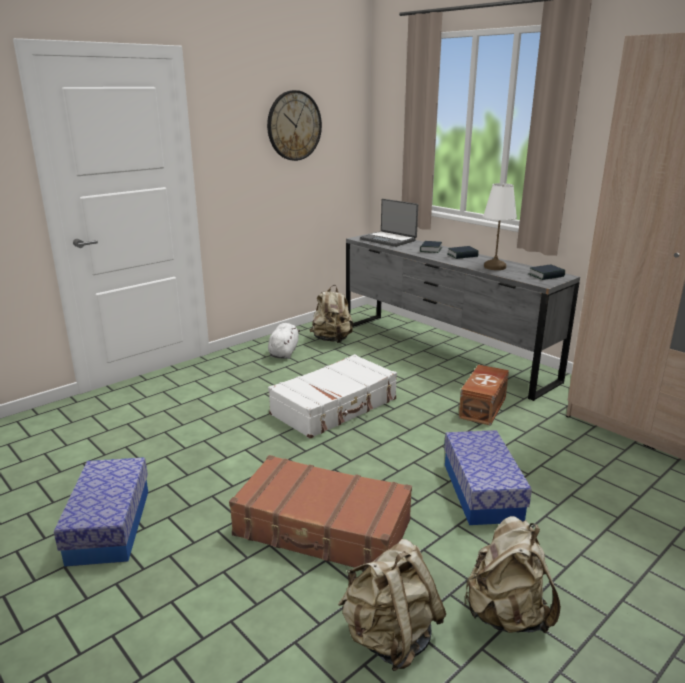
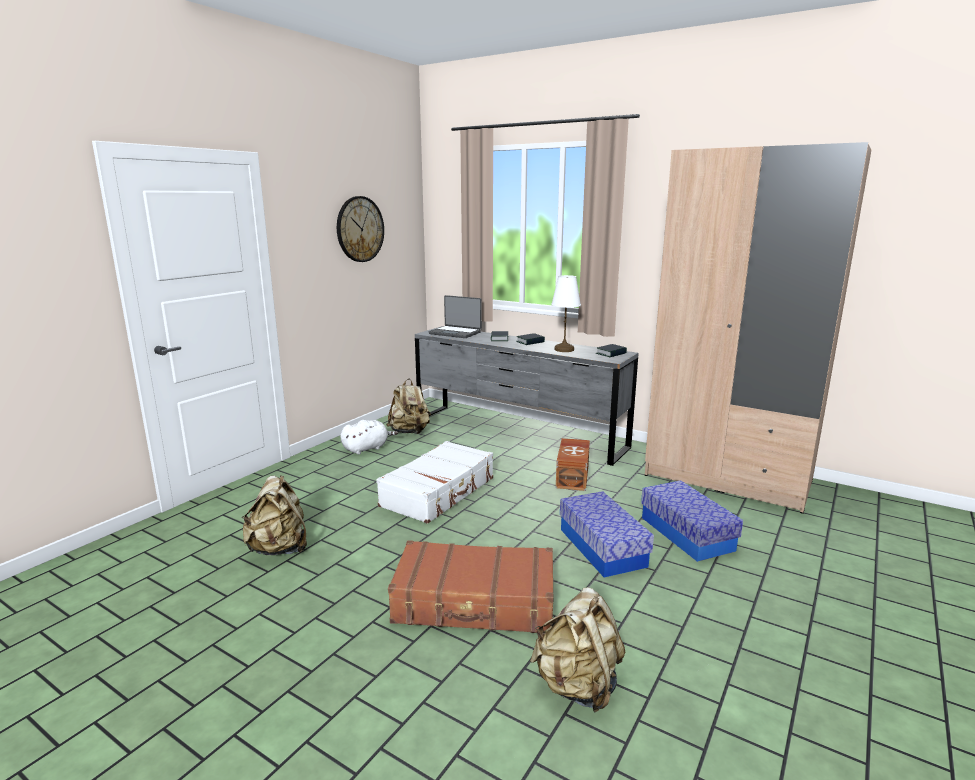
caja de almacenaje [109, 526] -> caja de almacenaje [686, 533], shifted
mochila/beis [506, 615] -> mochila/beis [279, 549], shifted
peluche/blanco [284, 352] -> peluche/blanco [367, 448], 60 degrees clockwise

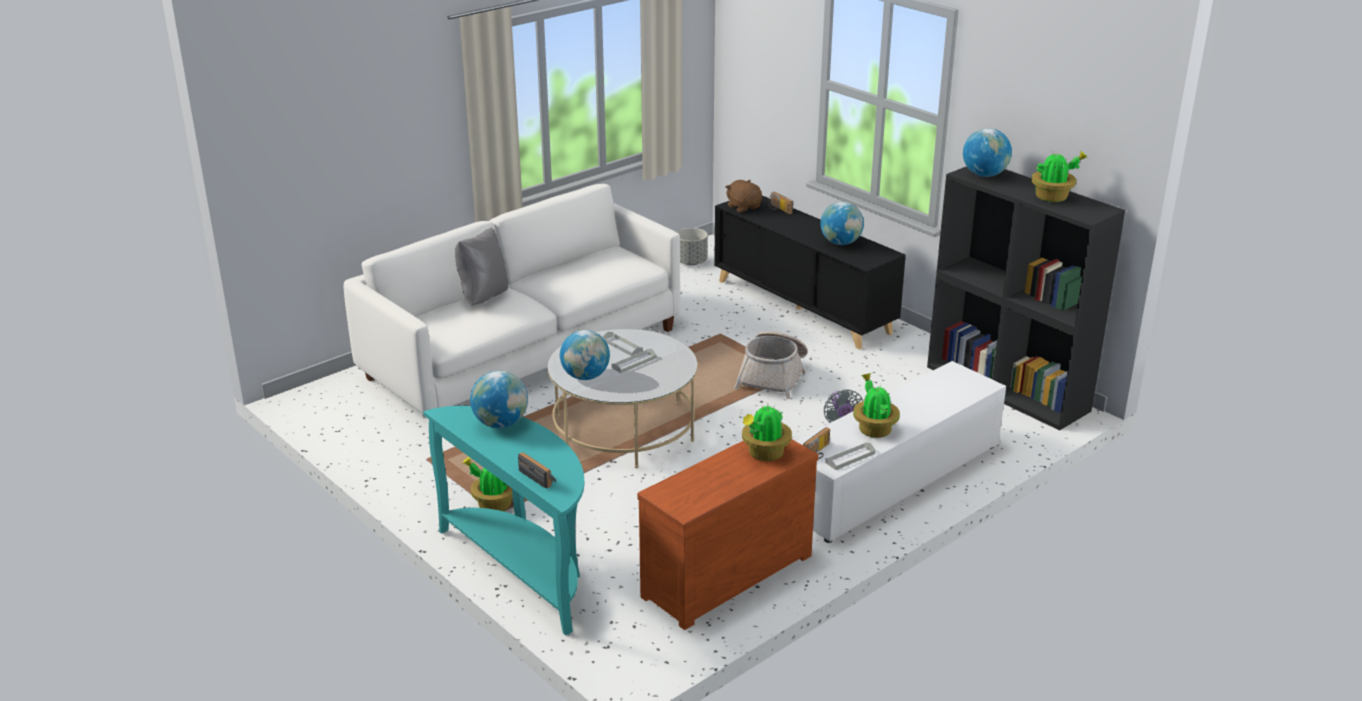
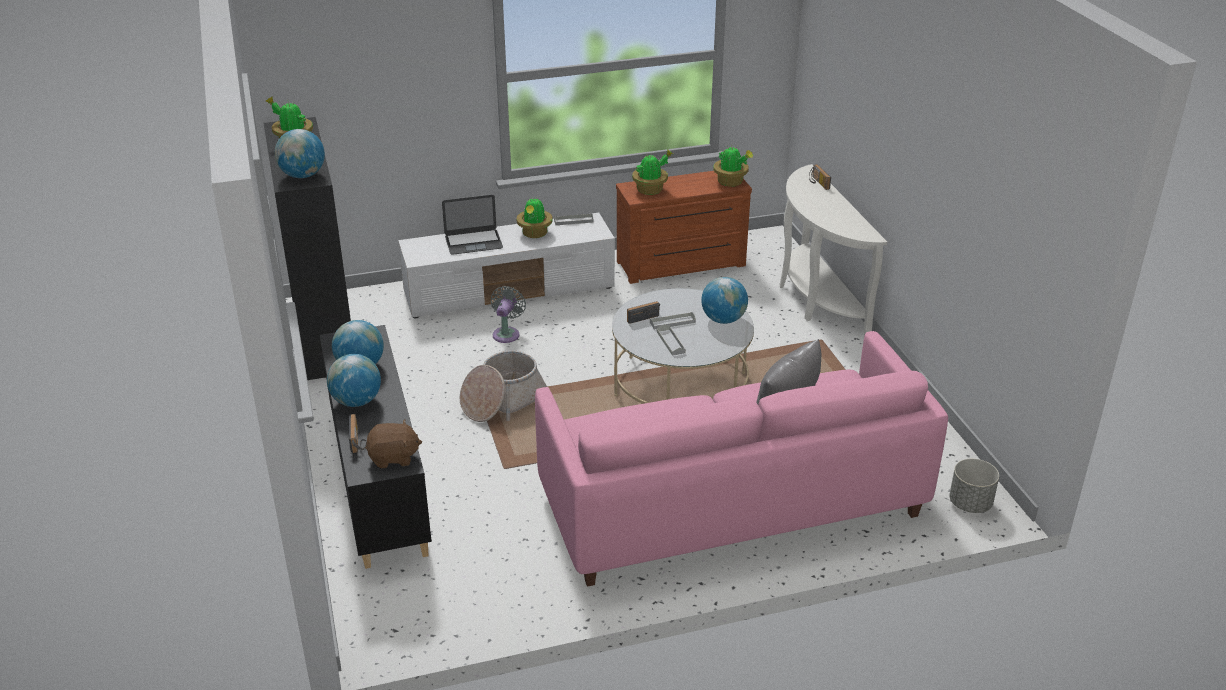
none -> portátil [473, 242]
planta en maceta [493, 504] -> planta en maceta [731, 182], shifted
globo terráqueo [501, 424] -> globo terráqueo [356, 401], shifted
maceta/gris [691, 262] -> maceta/gris [970, 504], shifted
radio [818, 453] -> radio [642, 316], shifted
sofá/blanco [523, 353] -> sofá/rosa [731, 503]
mesa consola/turquesa [524, 569] -> mesa consola/blanco [815, 299]
peluche/marrón [743, 207] -> peluche/marrón [394, 458], 90 degrees counterclockwise

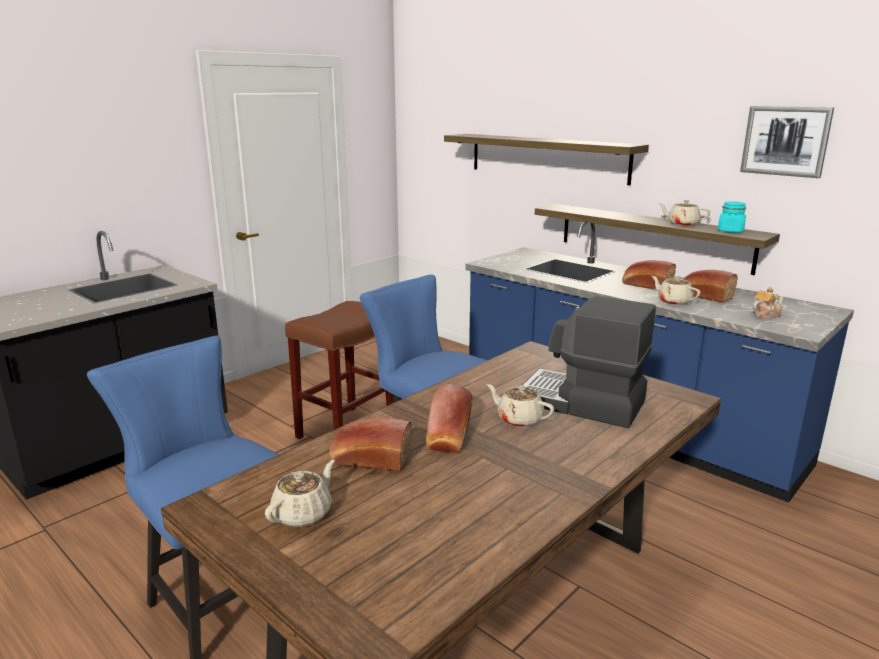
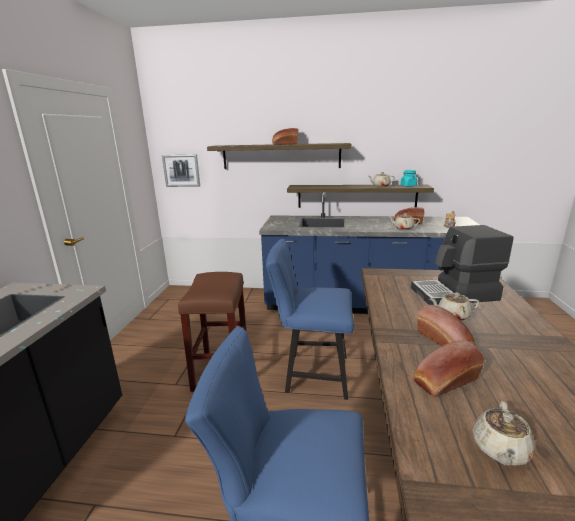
pan [645, 285] -> pan [285, 144], shifted
cuadro [785, 141] -> cuadro [181, 170], shifted
tetera/beis [303, 513] -> tetera/beis [500, 449], 150 degrees counterclockwise

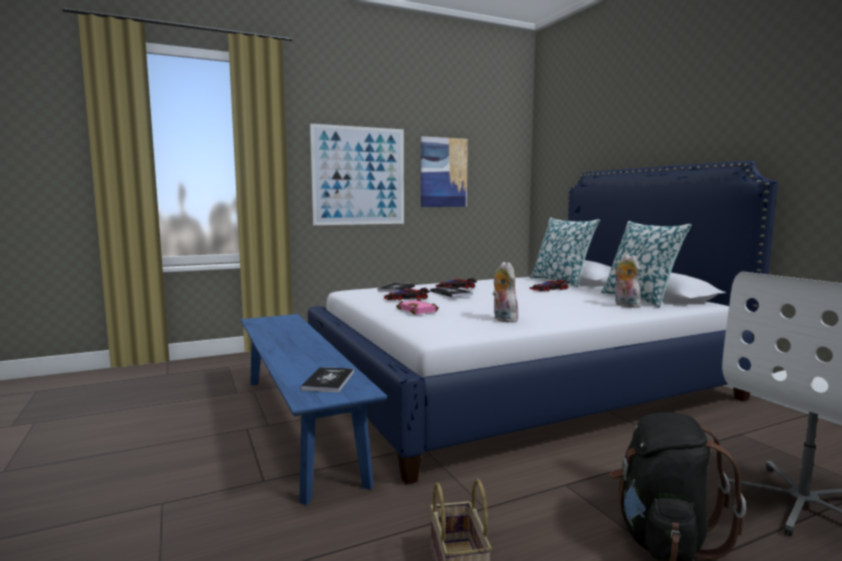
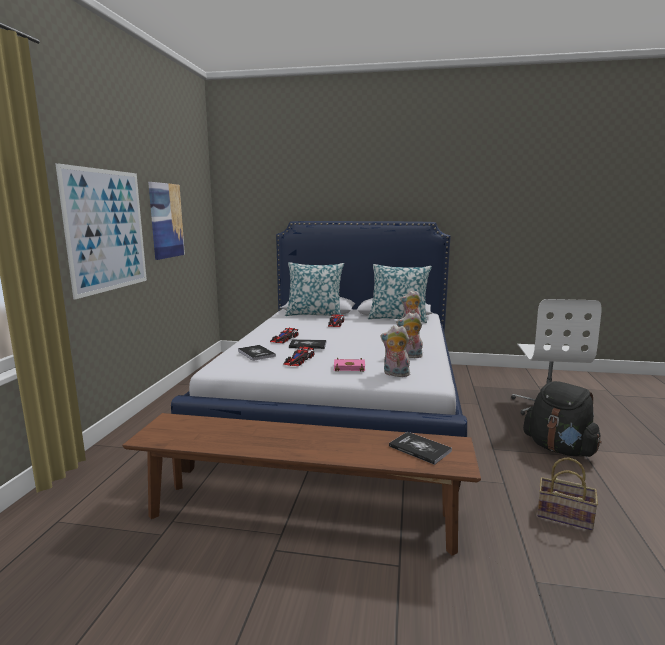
none -> peluche [395, 374]
banco/azul [299, 424] -> banco/marrón [301, 516]

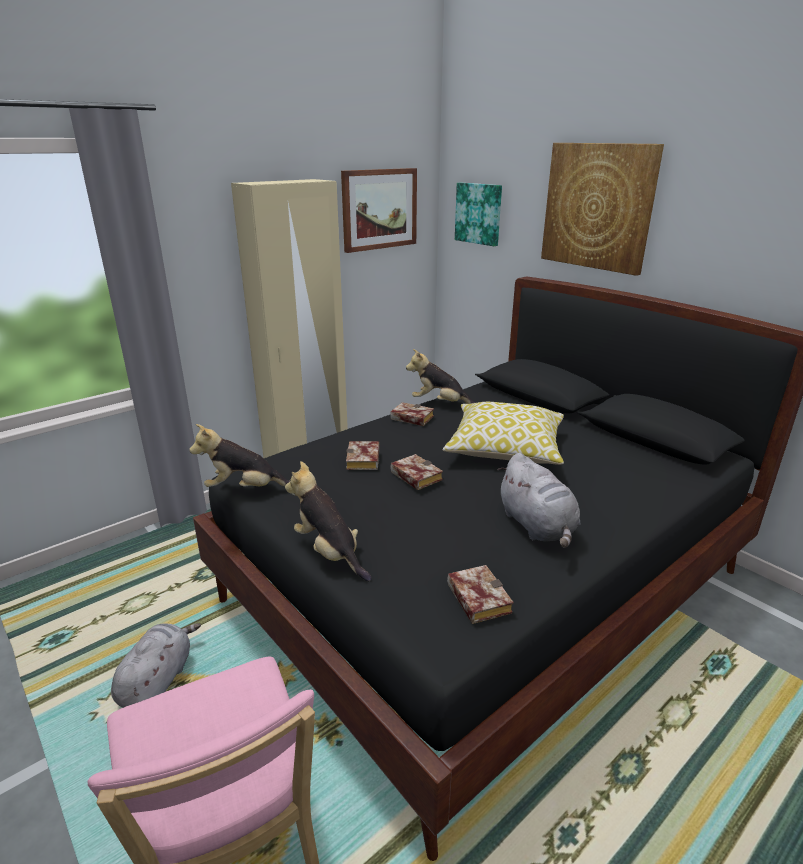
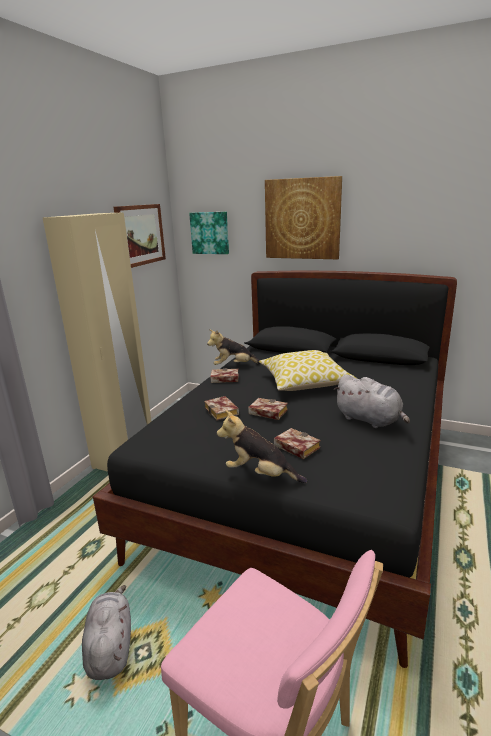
peluche [245, 489] -> none
libro [475, 598] -> libro [294, 447], shifted

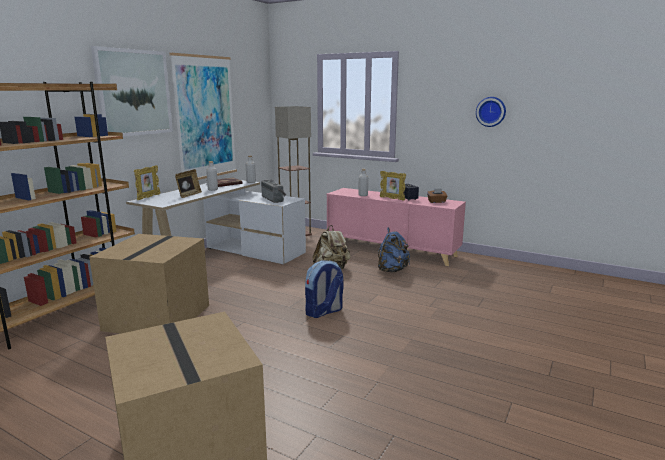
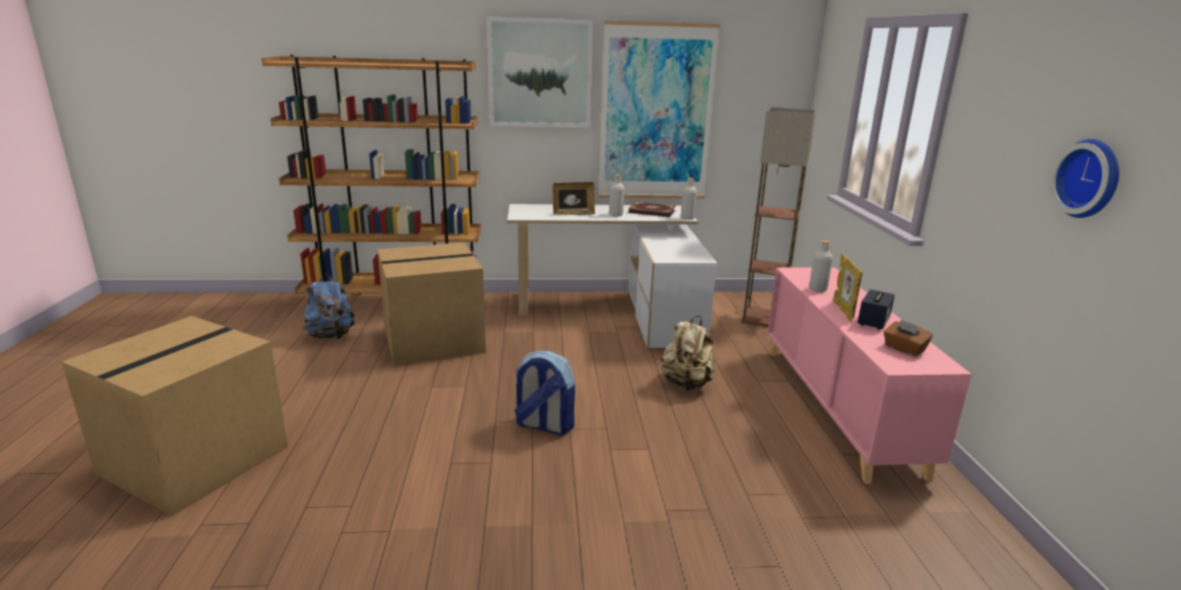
portarretratos [148, 197] -> none
radio [274, 199] -> none
mochila/azul [392, 270] -> mochila/azul [331, 336], shifted

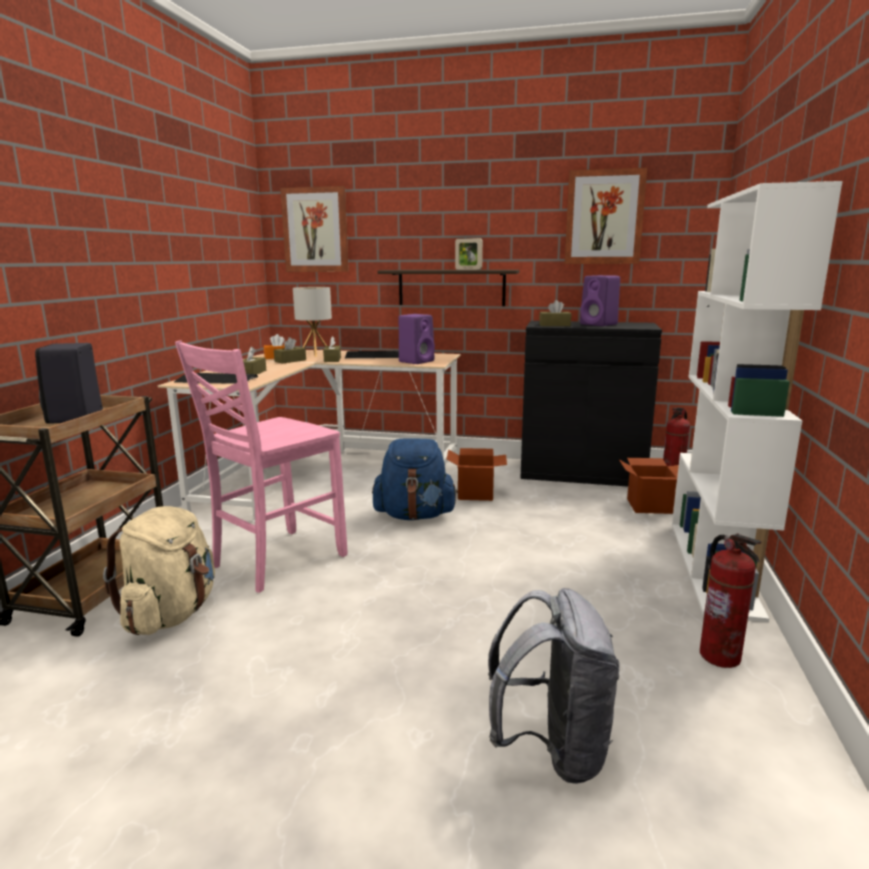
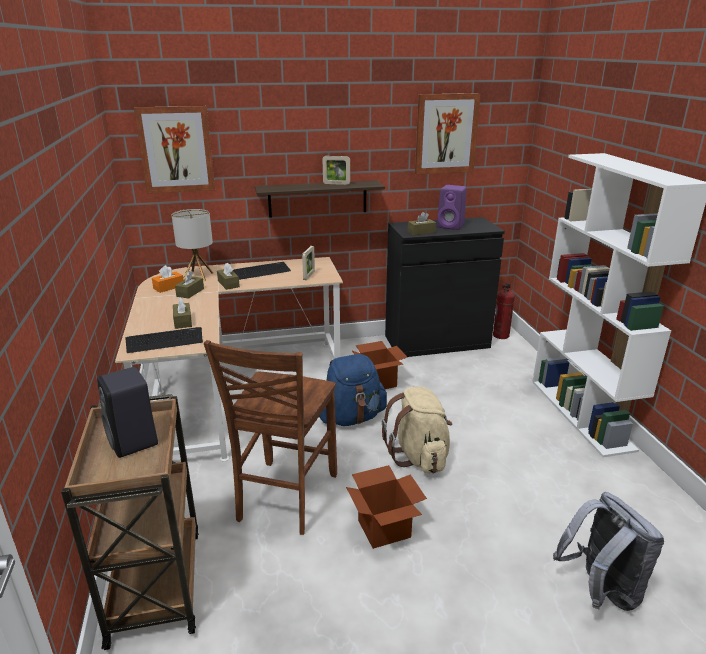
extintor [720, 656] -> none
mochila/beis [171, 614] -> mochila/beis [419, 456], shifted
caja de cartón [649, 506] -> caja de cartón [384, 529], shifted
altavoz/morado [417, 361] -> portarretratos [309, 276]
silla/rosa [276, 561] -> silla/marrón [285, 498]

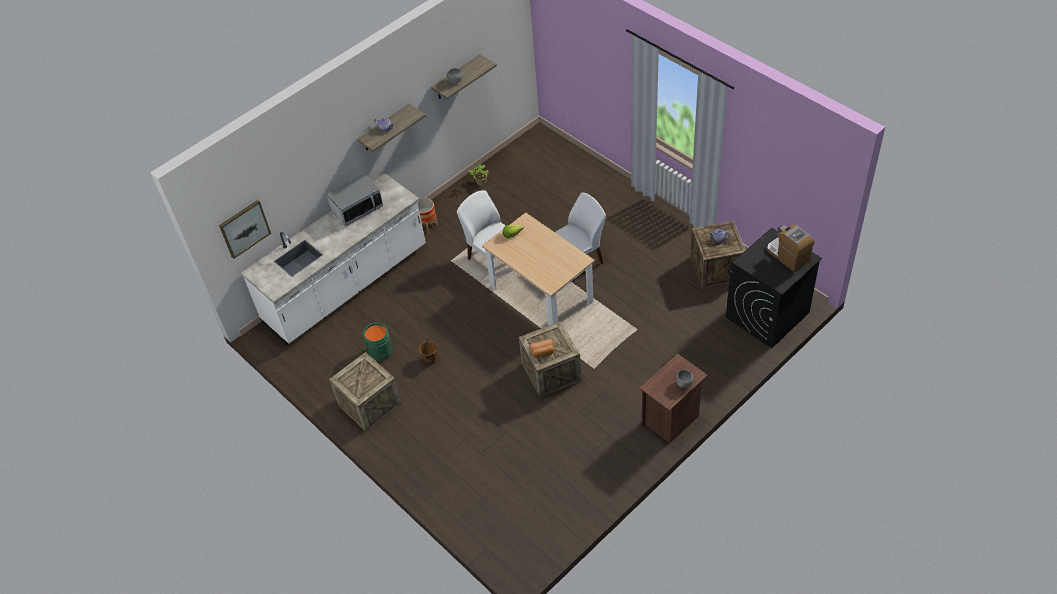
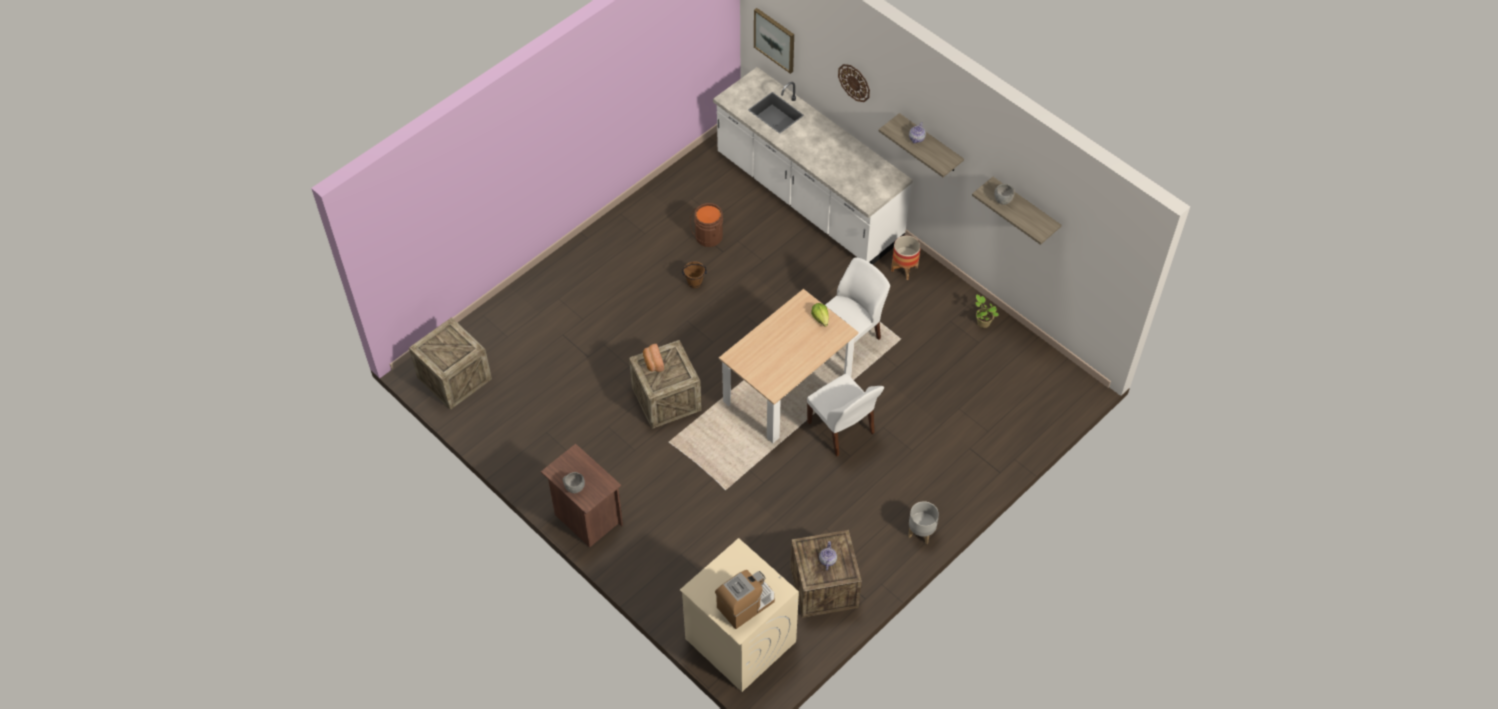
microondas [357, 209] -> none
none -> reloj de pared [854, 82]
none -> maceta/gris [921, 533]
caja de embalaje [370, 404] -> caja de embalaje [454, 378], shifted
cubo/verde [381, 352] -> cubo/marrón [707, 237]
lavadora/negro [767, 315] -> lavadora/beis [739, 640]

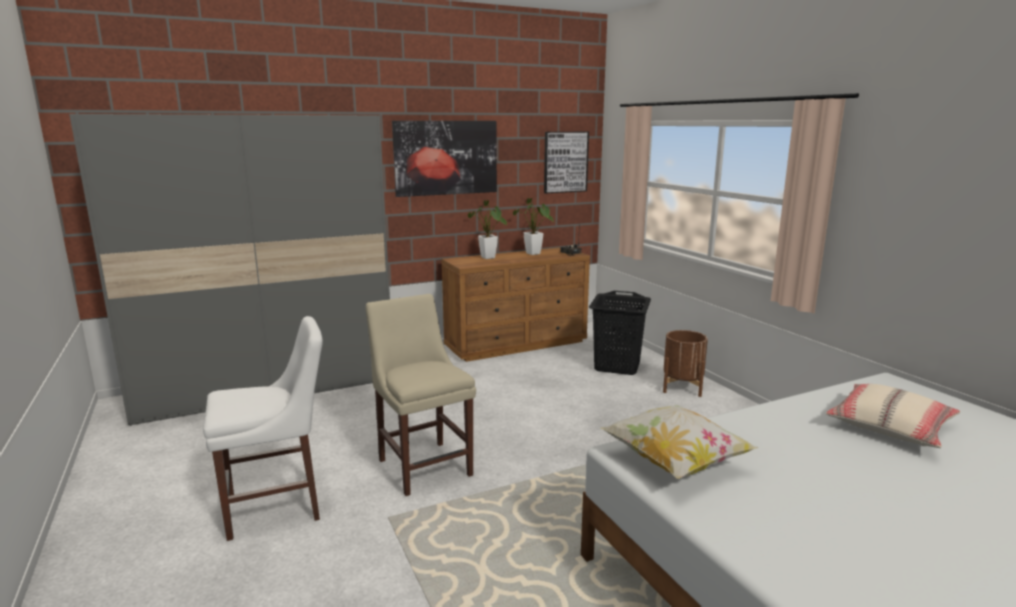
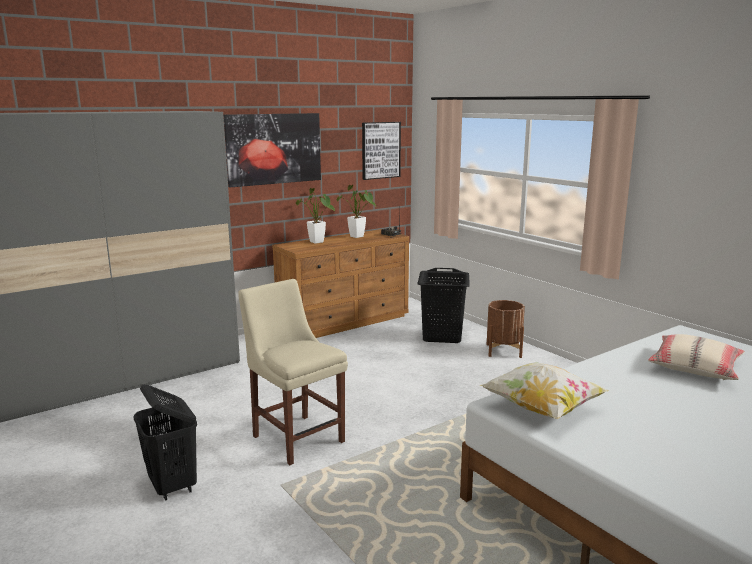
silla/blanco [279, 506] -> cesto de la ropa/negro [172, 486]

